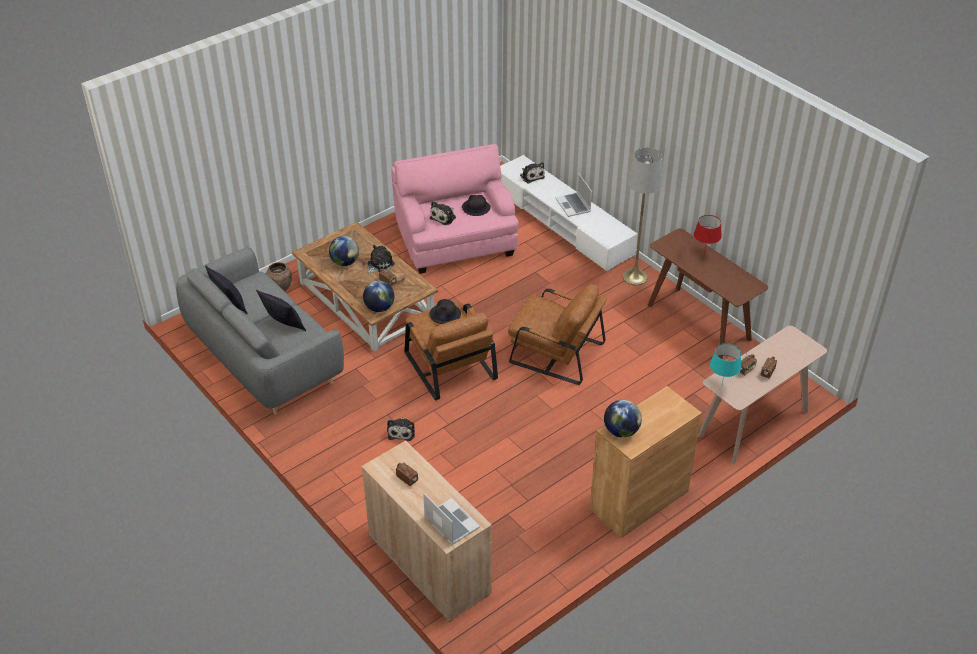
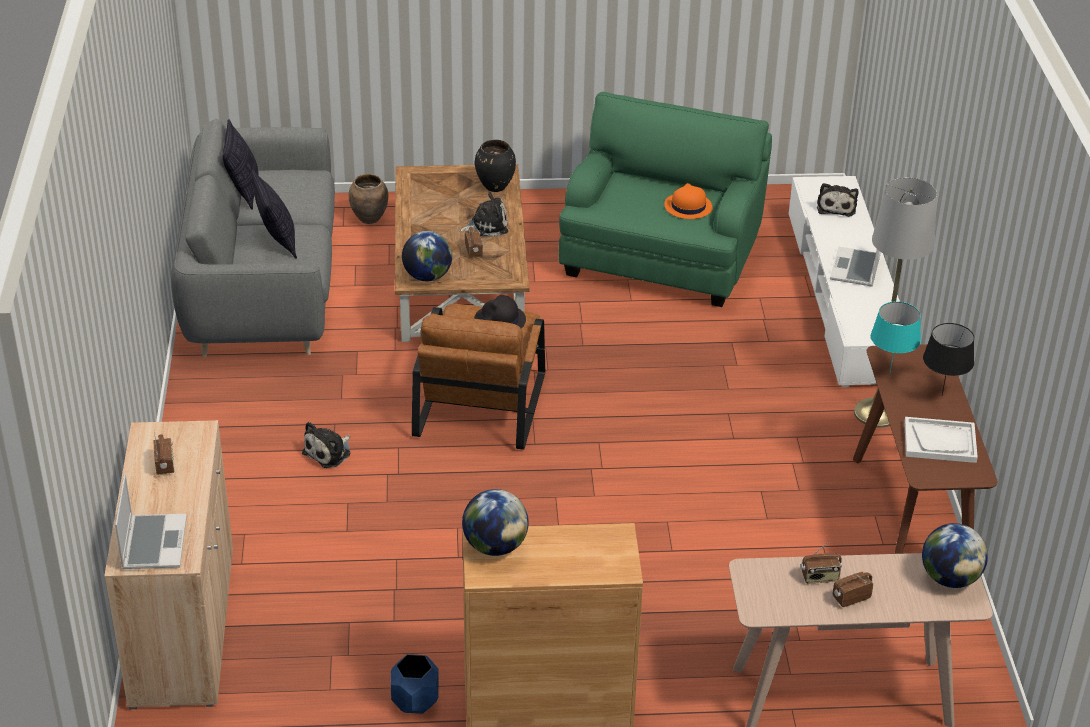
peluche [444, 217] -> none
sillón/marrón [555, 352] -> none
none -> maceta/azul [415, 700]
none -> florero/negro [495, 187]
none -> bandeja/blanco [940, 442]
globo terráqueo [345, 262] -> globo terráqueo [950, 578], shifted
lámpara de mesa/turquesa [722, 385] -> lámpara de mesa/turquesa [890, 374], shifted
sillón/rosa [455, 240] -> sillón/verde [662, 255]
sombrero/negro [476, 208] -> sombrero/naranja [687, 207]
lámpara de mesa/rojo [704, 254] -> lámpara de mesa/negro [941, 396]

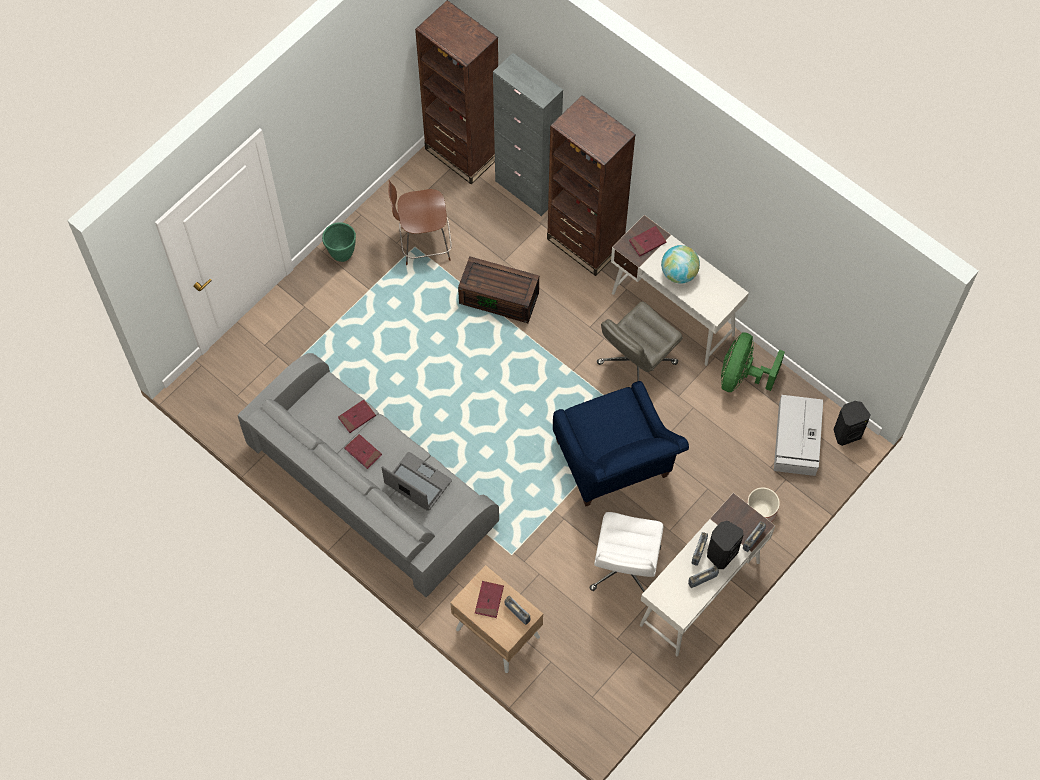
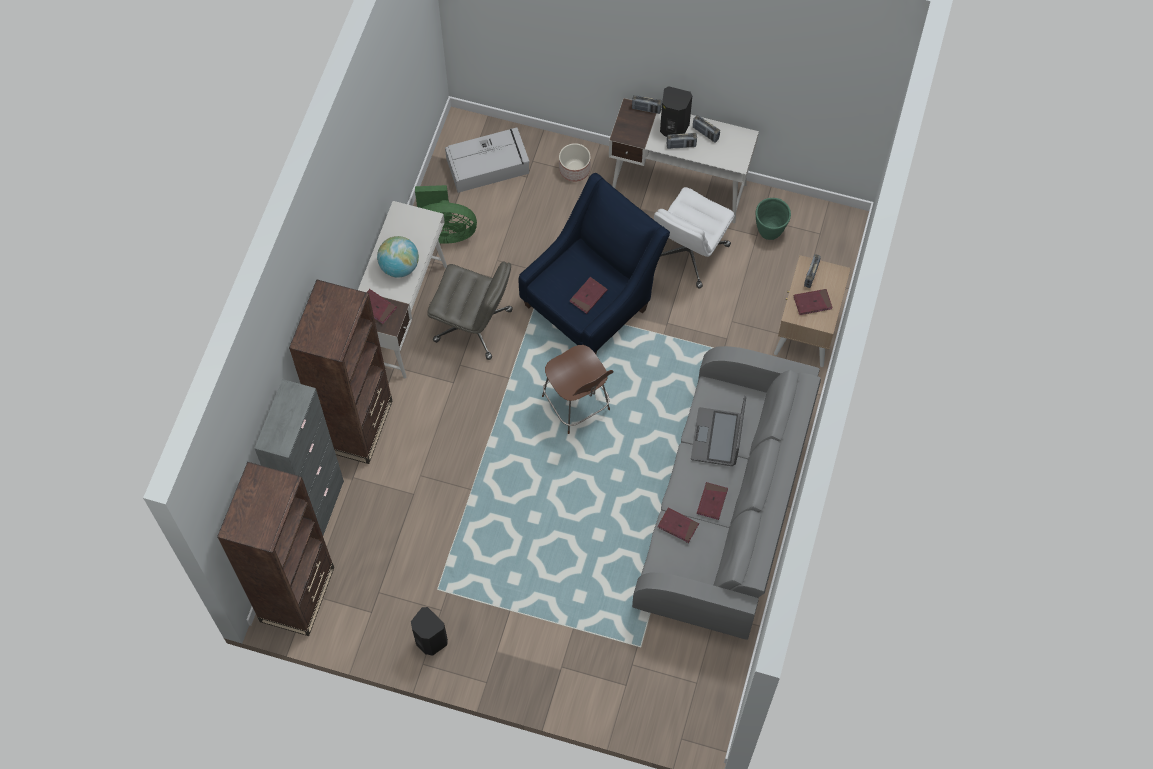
caja de almacenaje/marrón [500, 297] -> none
none -> libro/rojo [588, 296]
maceta/verde [341, 253] -> maceta/verde [769, 232], shifted
silla/marrón [423, 244] -> silla/marrón [577, 405], shifted
altavoz/negro [846, 433] -> altavoz/negro [430, 641], shifted
silla de oficina/blanco [625, 569] -> silla de oficina/blanco [689, 254], 135 degrees clockwise

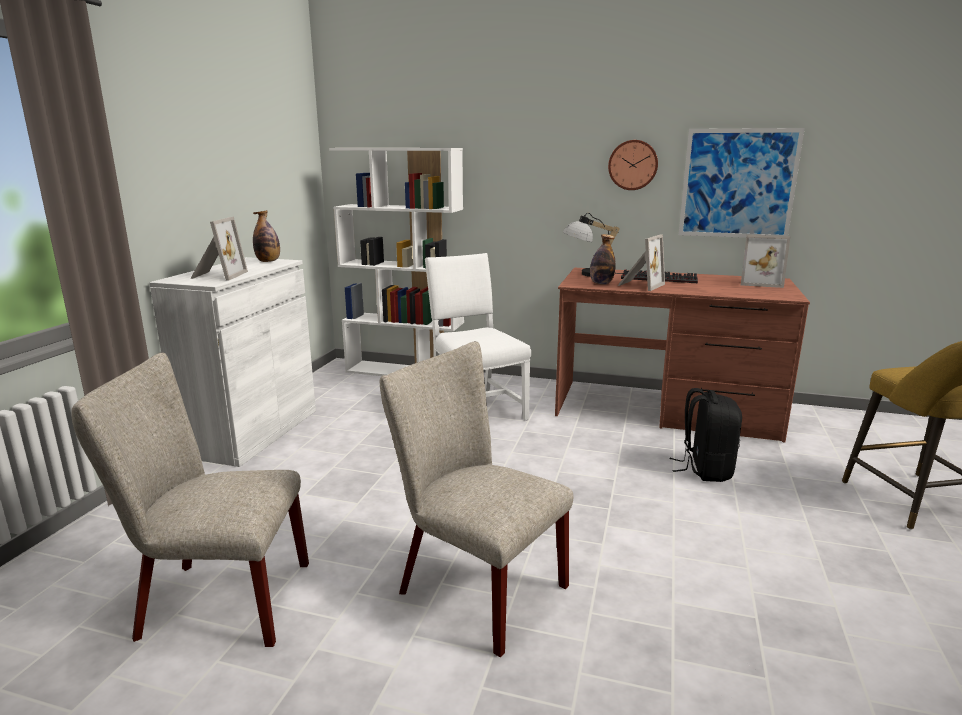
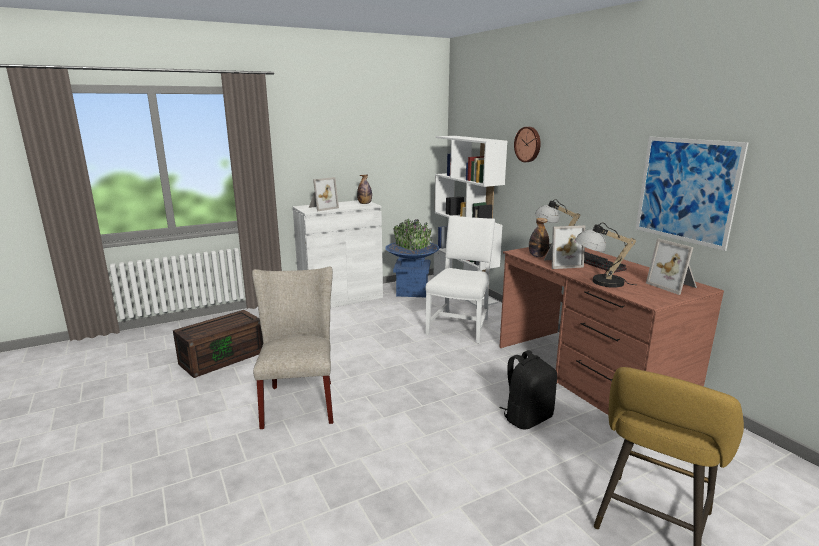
none -> maceta/azul [412, 291]
none -> lámpara de mesa [598, 281]
reloj de pared [633, 165] -> reloj de pared [528, 144], shifted
silla/beis [214, 601] -> caja de almacenaje/marrón [223, 357]

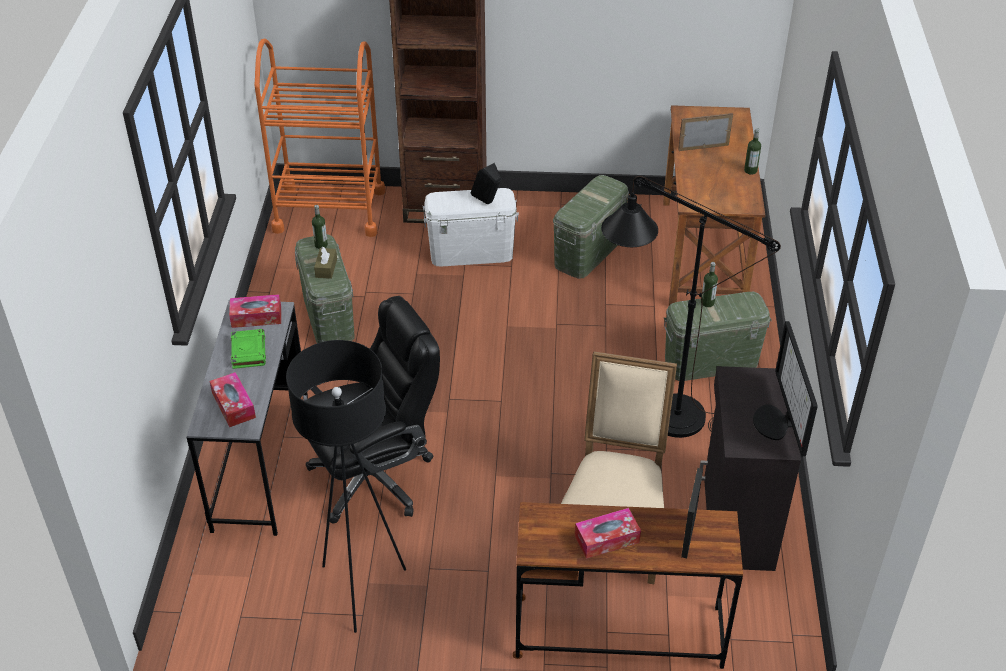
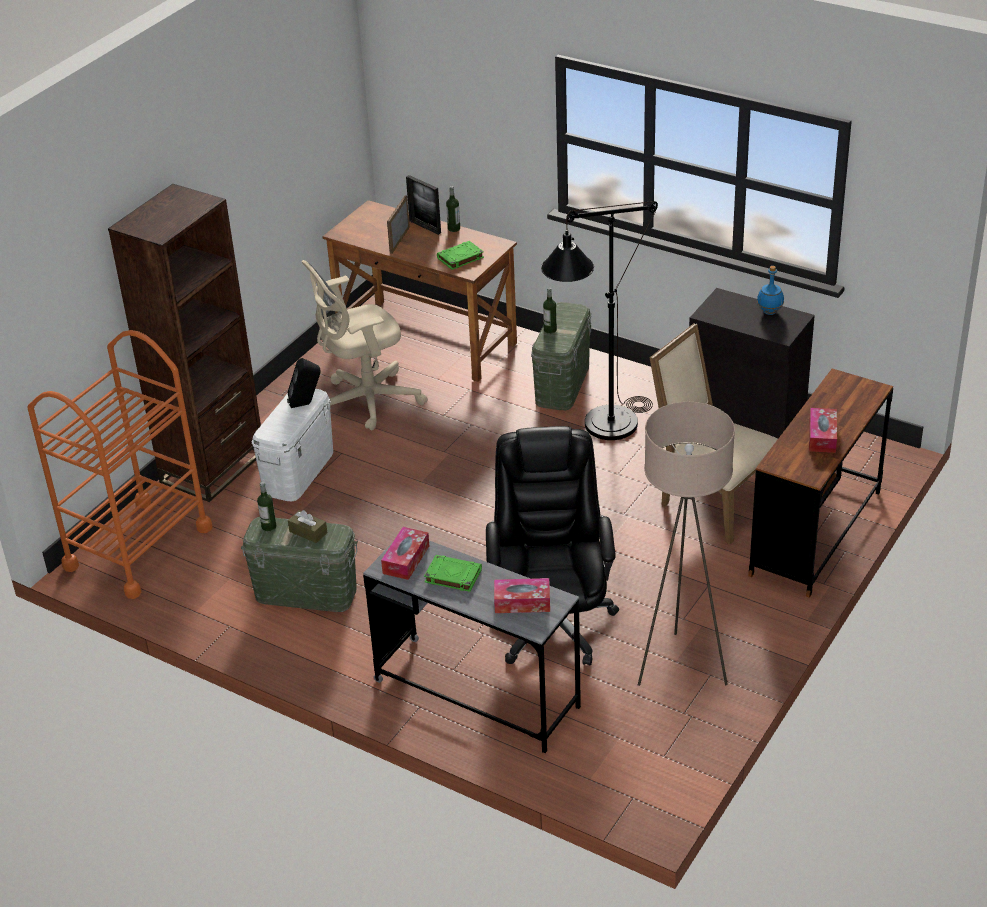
none -> libro/verde [460, 258]
portarretratos [688, 535] -> portarretratos [425, 227], shifted
caja de almacenaje/verde [588, 252] -> silla de oficina/beis [365, 401]
monitor [776, 423] -> botella/azul [770, 312]
lámpara de pie/negro [361, 589] -> lámpara de pie/beis [680, 668]

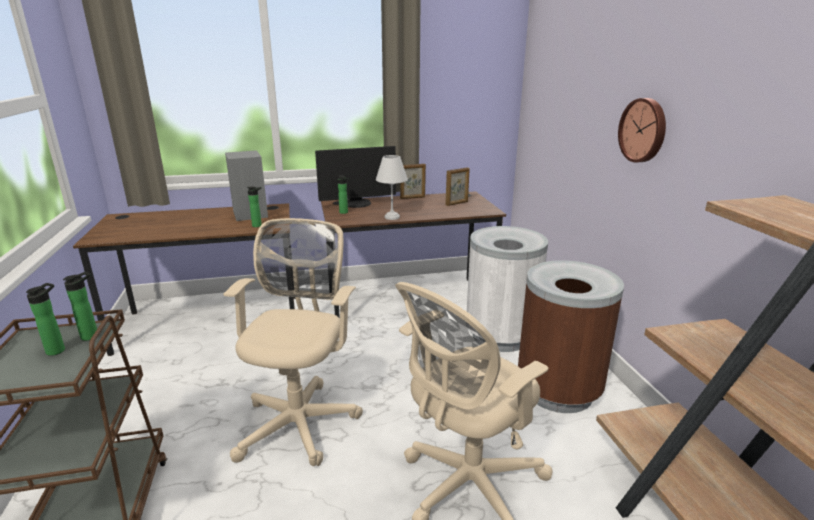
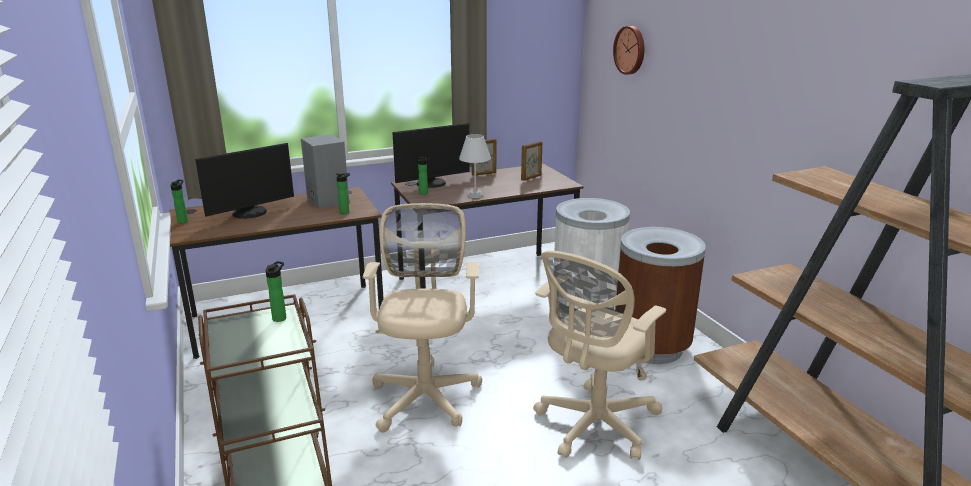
none -> monitor [250, 213]
botella [58, 349] -> botella [183, 221], shifted
reloj de pared [644, 130] -> reloj de pared [630, 50], shifted

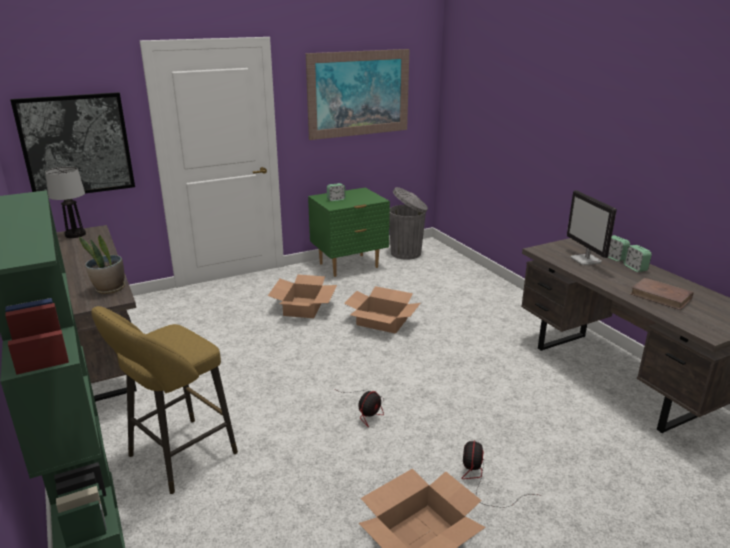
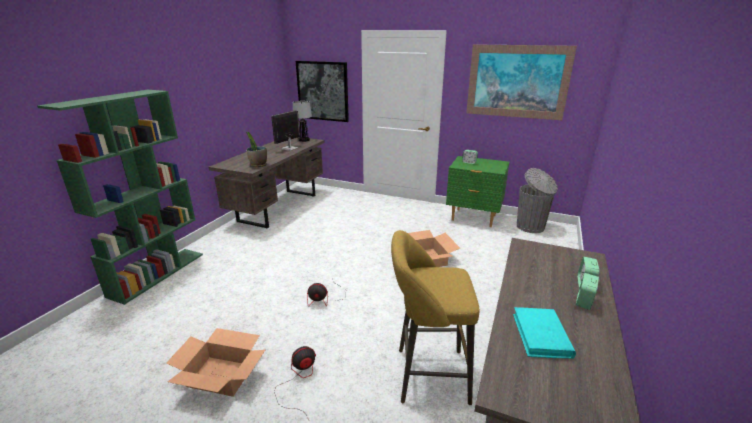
caja de cartón [304, 307] -> none
taburete/amarillo [177, 457] -> taburete/amarillo [427, 375], shifted
monitor [586, 260] -> monitor [289, 148], shifted
libro/marrón [661, 296] -> libro/turquesa [541, 335]

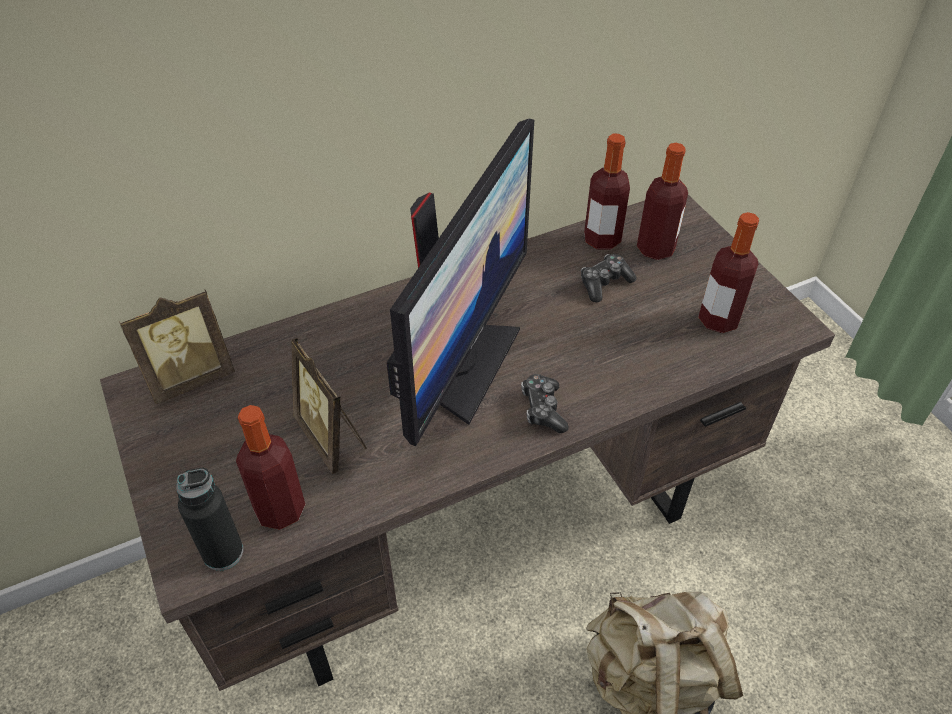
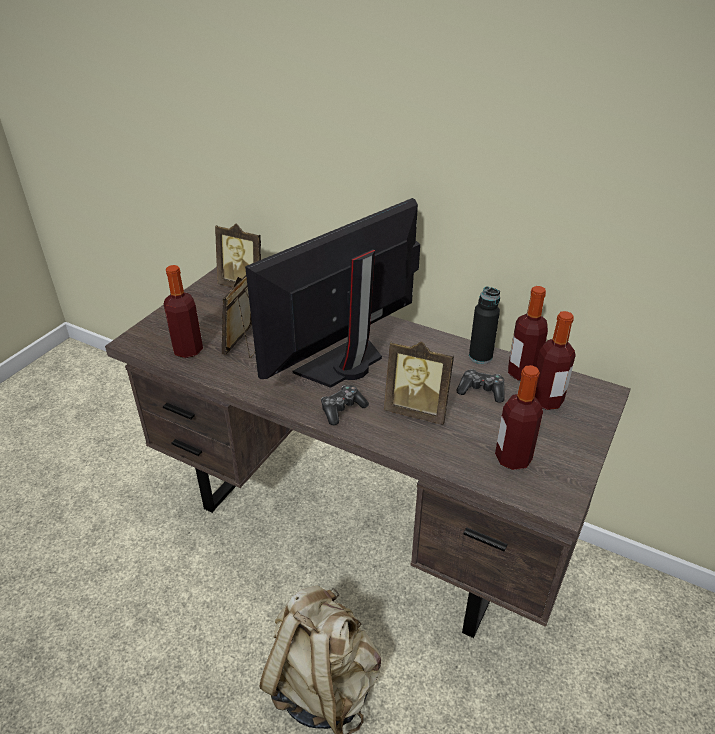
none -> portarretratos [417, 410]
botella/negro [223, 552] -> botella/negro [480, 357], shifted
monitor [463, 365] -> monitor [345, 364], 150 degrees clockwise

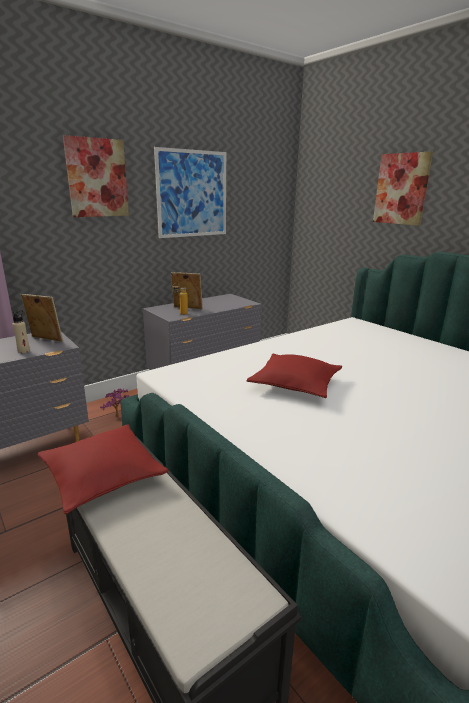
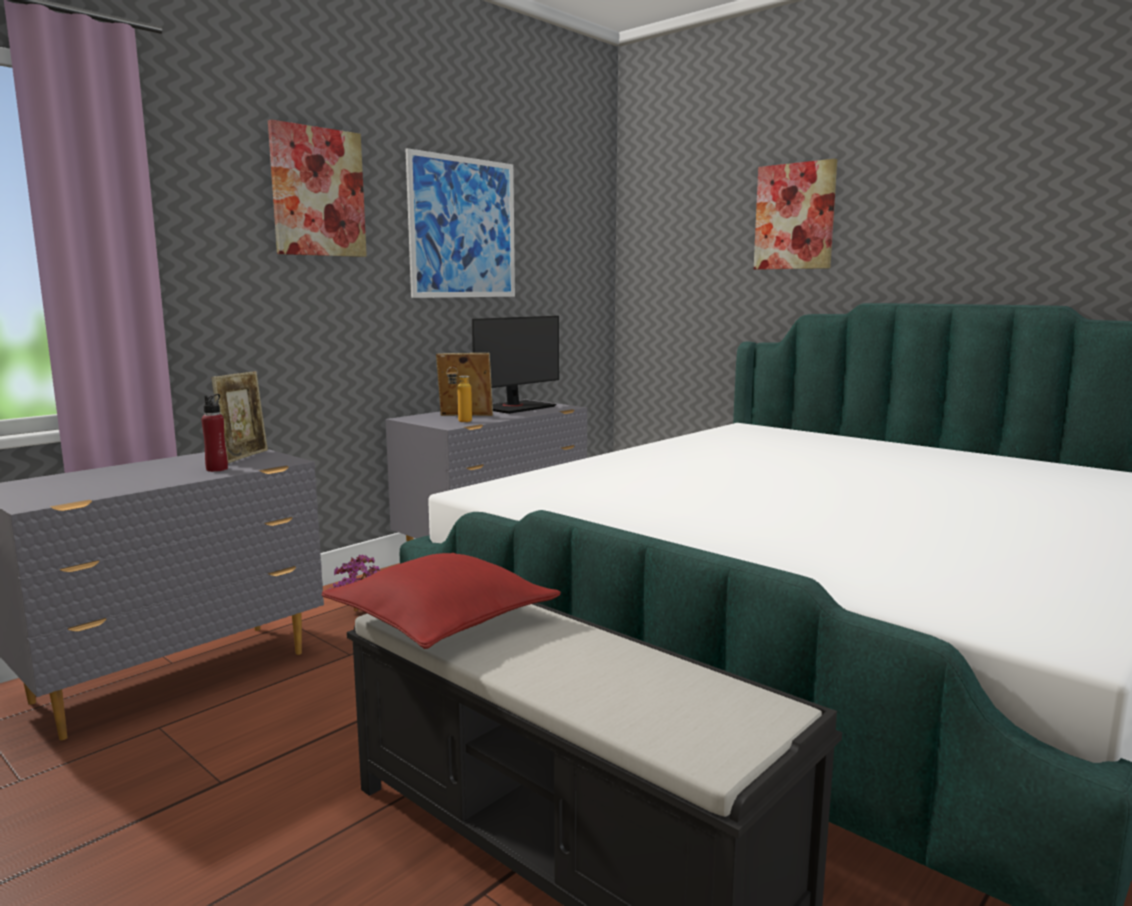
cojín/rojo [295, 384] -> none
none -> monitor [516, 407]
botella/beis [24, 351] -> botella/rojo [217, 469]
portarretratos [45, 340] -> portarretratos [244, 456], 90 degrees clockwise

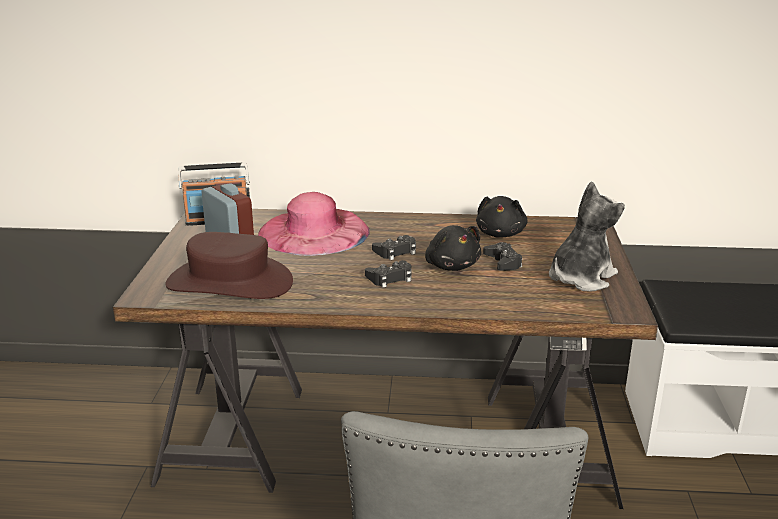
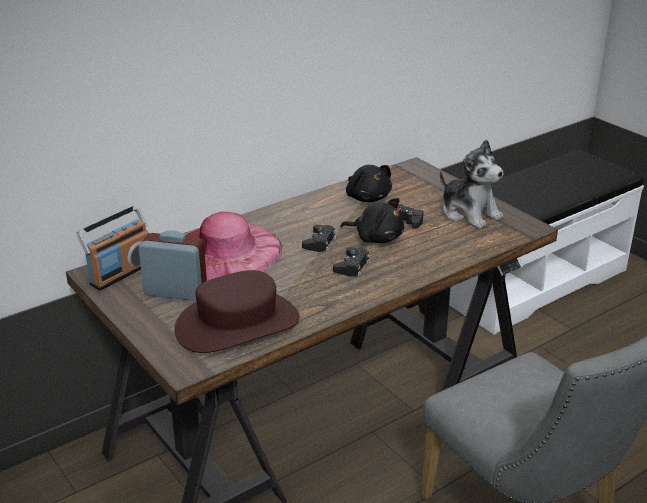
peluche [580, 278] -> peluche [469, 213], 135 degrees clockwise

